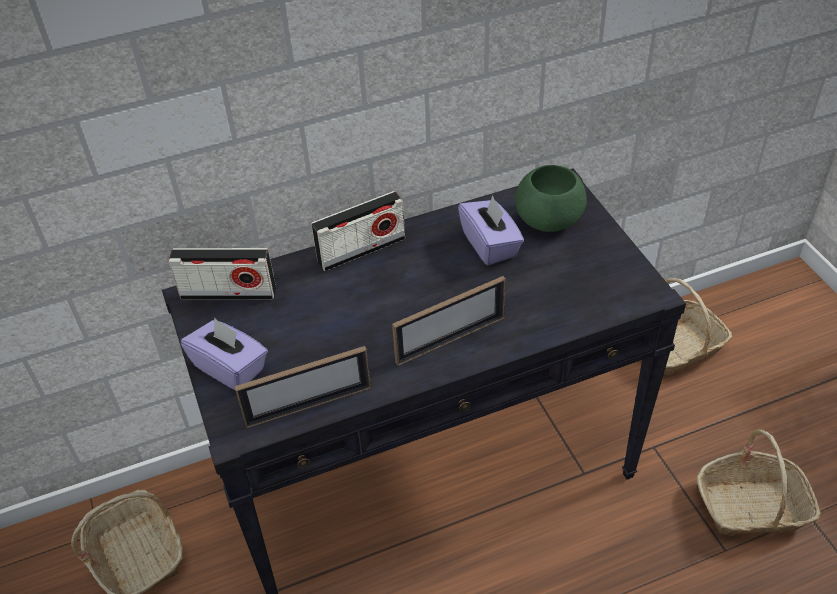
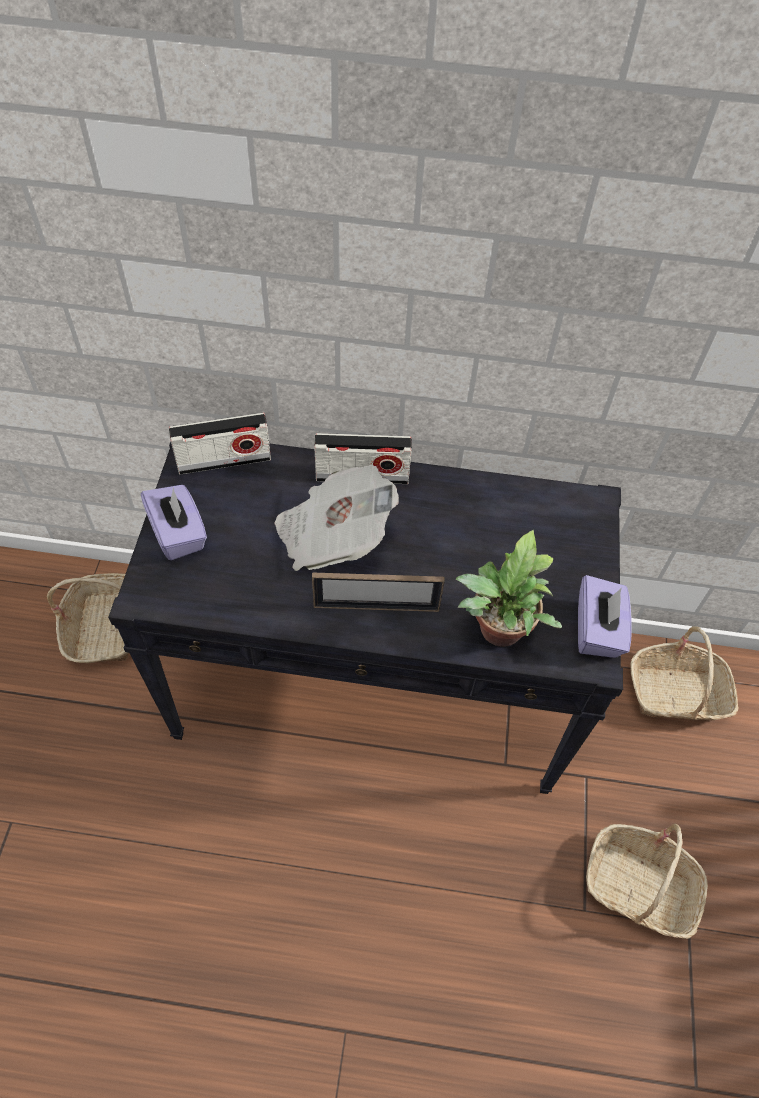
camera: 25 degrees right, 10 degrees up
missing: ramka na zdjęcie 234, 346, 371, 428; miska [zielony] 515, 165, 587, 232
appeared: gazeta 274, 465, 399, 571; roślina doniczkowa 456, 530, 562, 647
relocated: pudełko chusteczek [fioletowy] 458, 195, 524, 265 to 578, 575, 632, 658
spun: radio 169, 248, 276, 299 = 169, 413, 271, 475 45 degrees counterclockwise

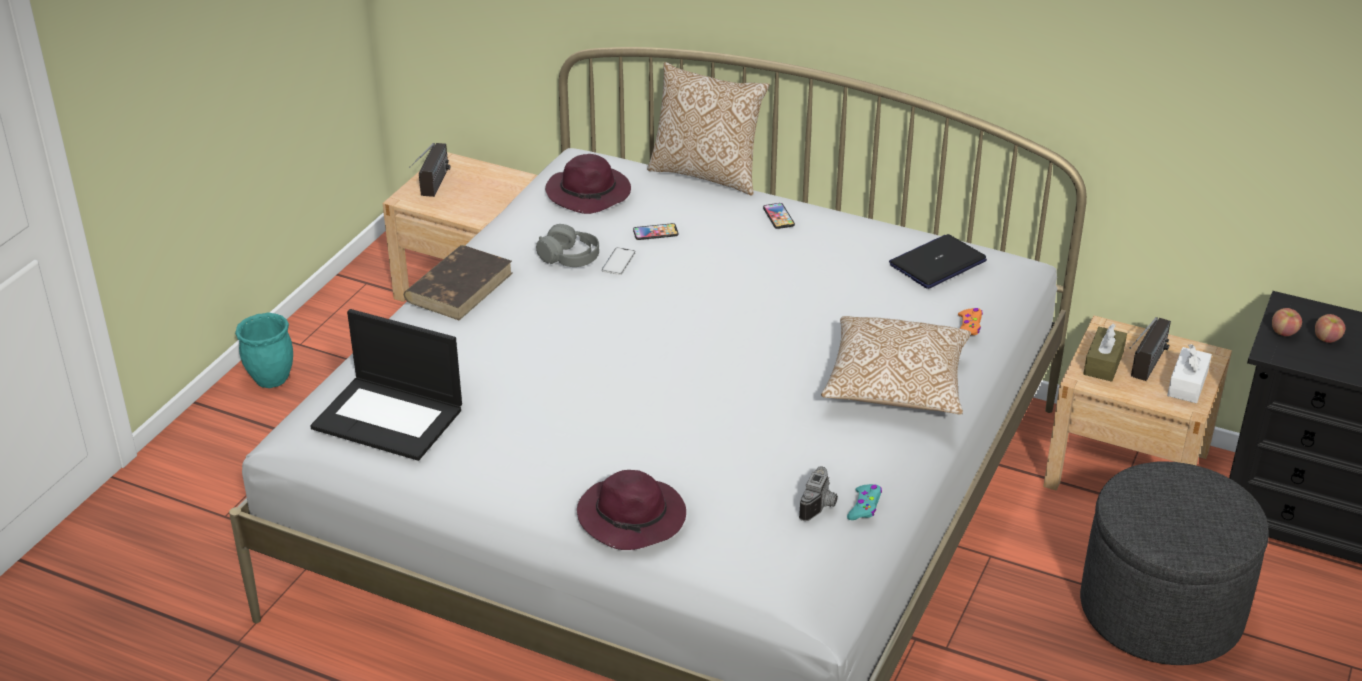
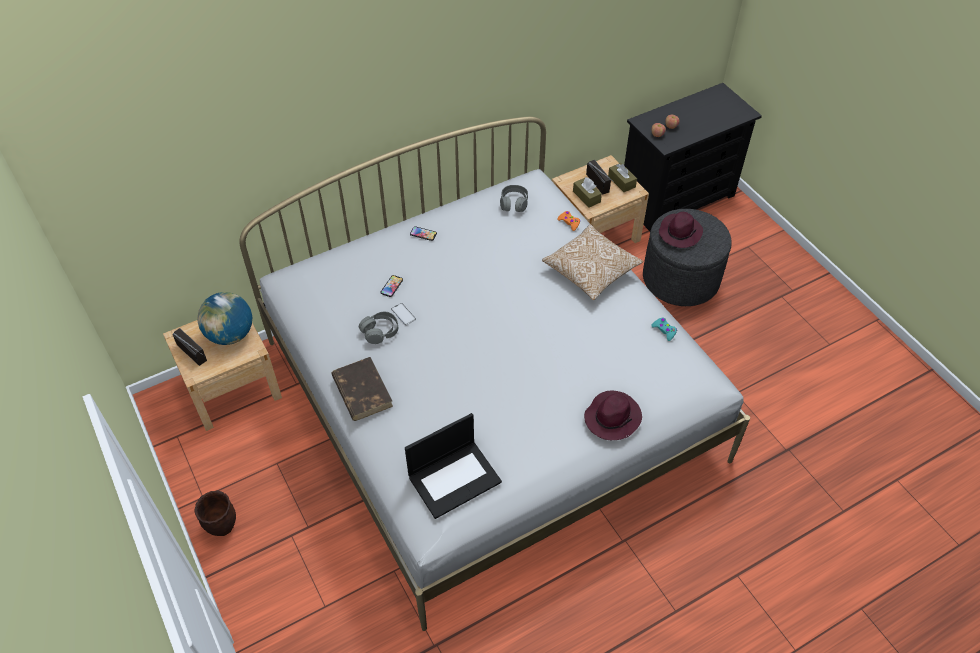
camera: 55 degrees left, 15 degrees up
missing: poduszka 647, 62, 770, 196; aparat fotograficzny 799, 467, 838, 521
appeared: globus 197, 292, 252, 345
relocated: kapelusz [fioletowy] 545, 154, 631, 214 to 659, 212, 703, 248
exchanged: laptop 889, 234, 987, 289 to słuchawki [szary] 500, 185, 528, 212
colour: donica [turkusowy] 235, 312, 293, 388 to donica [brązowy] 194, 490, 236, 536; pudełko chusteczek [biały] 1167, 344, 1212, 403 to pudełko chusteczek [brązowy] 608, 163, 637, 192

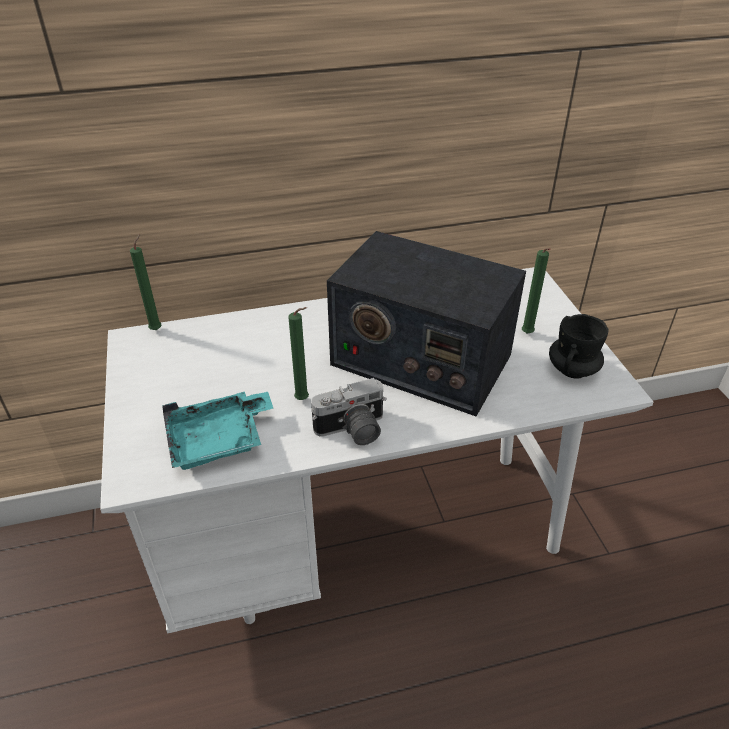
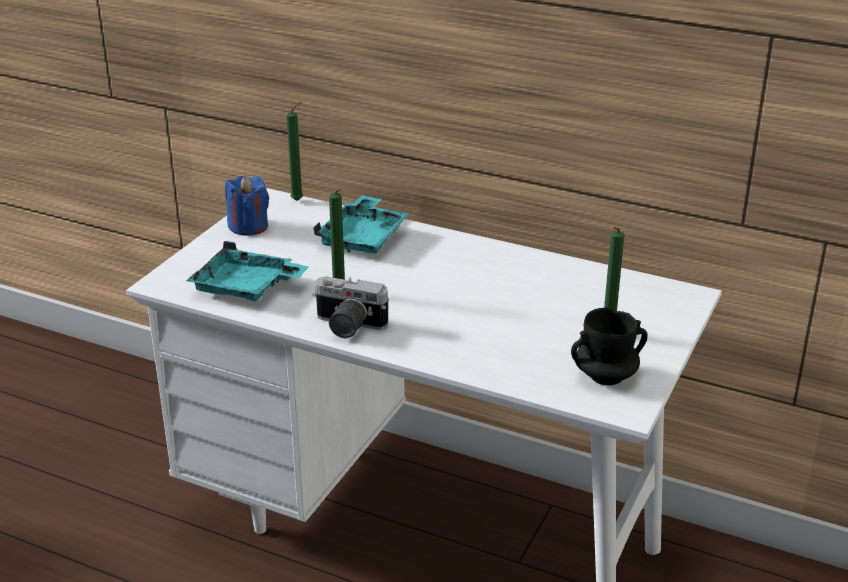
camera: 40 degrees right, 10 degrees down
missing: radio 327, 231, 526, 416
appeared: świeca [niebieski] 225, 176, 269, 236; taca [turkusowy] 313, 195, 409, 253

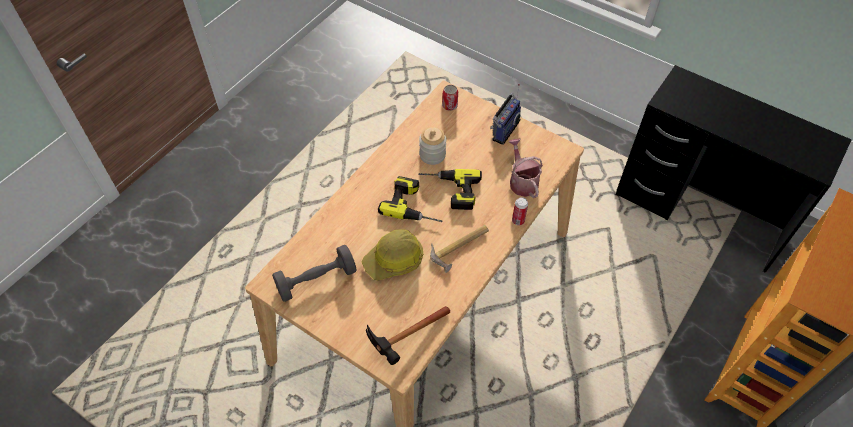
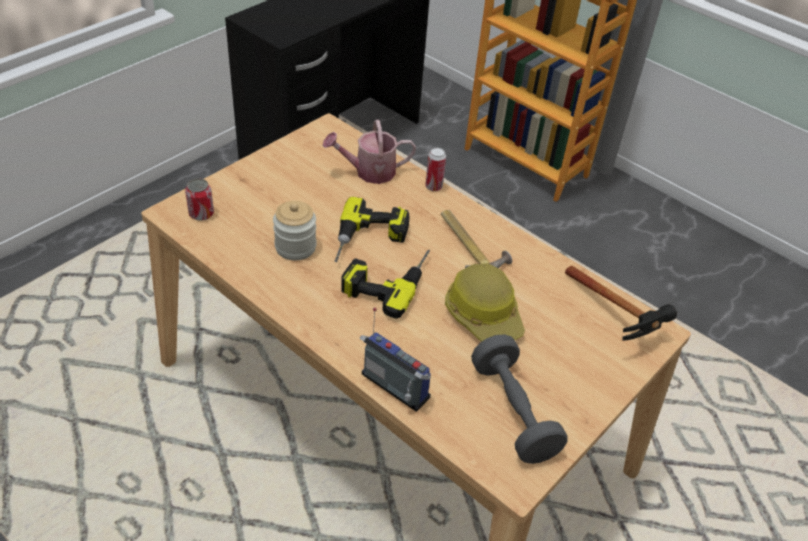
camera: 85 degrees left, 10 degrees down
relocated: radio 490, 84, 521, 145 to 360, 308, 431, 412

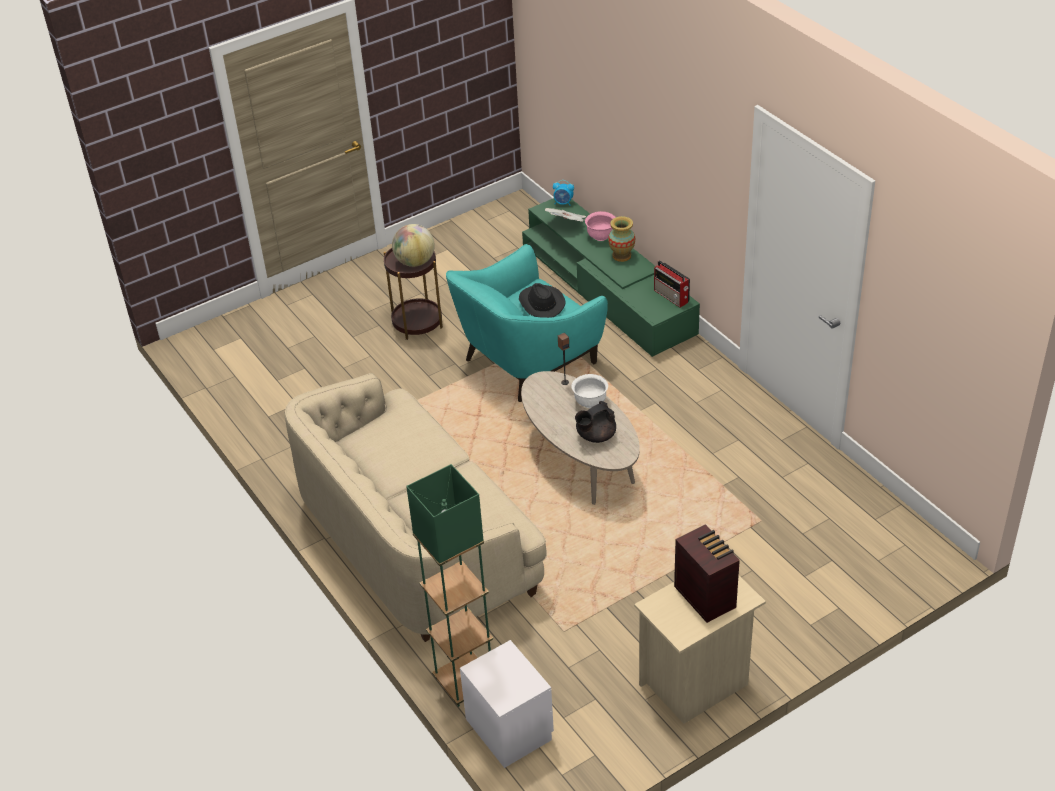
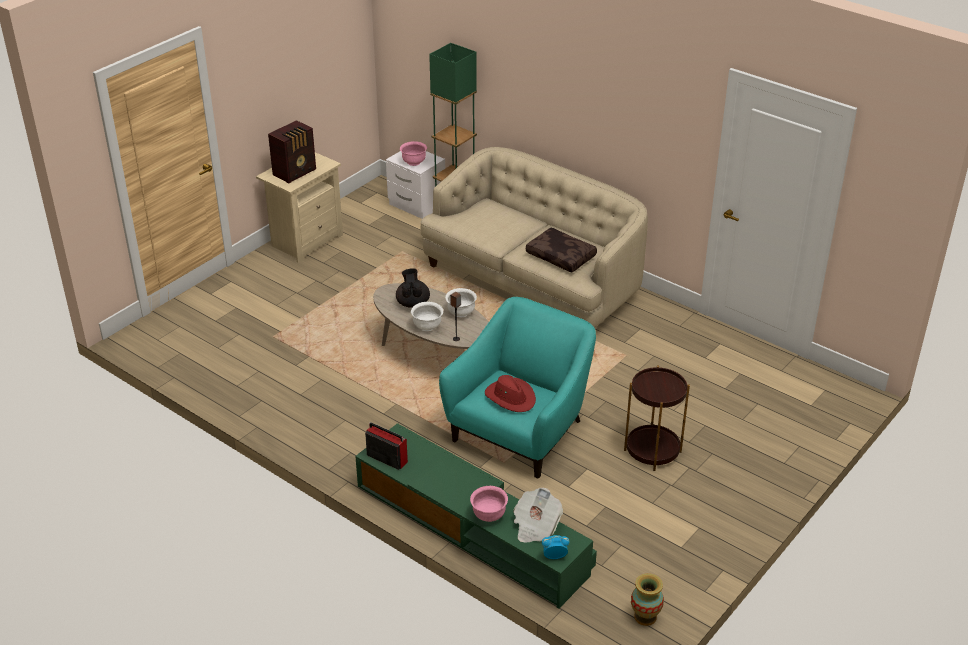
camera: 160 degrees right, 5 degrees down
missing: globus 392, 224, 435, 267
appeared: miska [różowy] 400, 141, 427, 166; miska [biały] 445, 288, 477, 317; poduszka [brązowy] 526, 228, 597, 273
relocated: wazon 608, 216, 635, 262 to 631, 573, 664, 626
colour: kapelusz [czarny] 519, 283, 566, 318 to kapelusz [czerwony] 485, 375, 536, 412
spun: radio 674, 524, 740, 623 = 268, 120, 316, 183 90 degrees counterclockwise; imbryk [czarny] 575, 401, 616, 443 = 396, 268, 430, 308 45 degrees counterclockwise

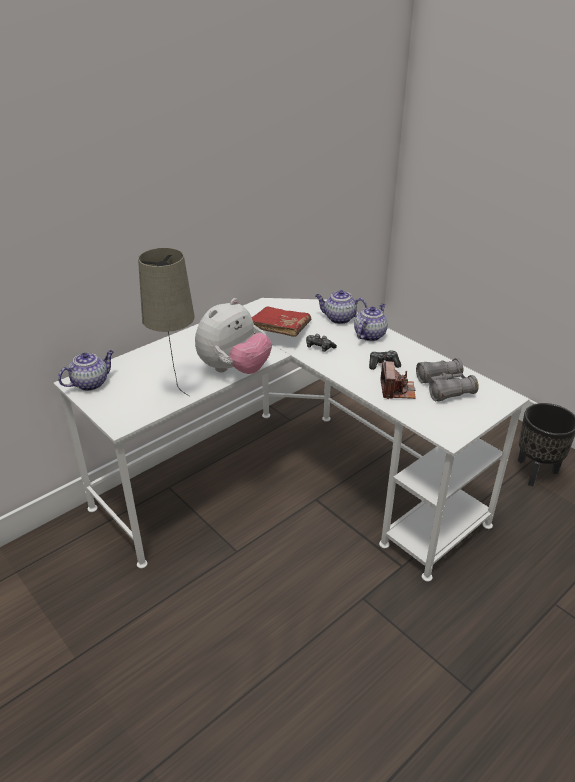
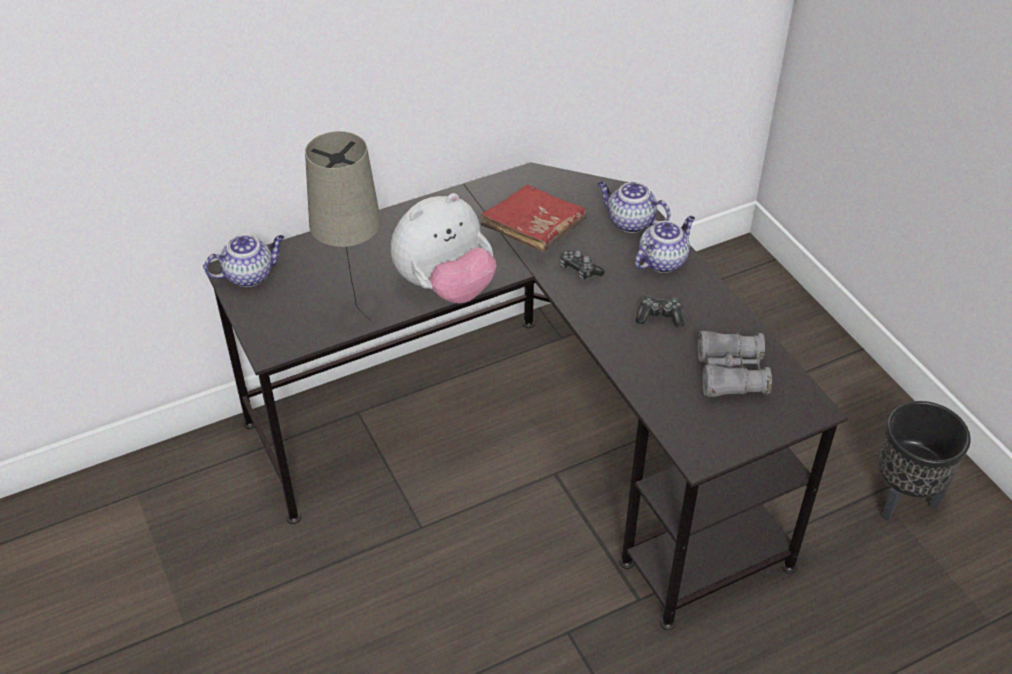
camera: 15 degrees right, 10 degrees up
missing: aparat fotograficzny 380, 361, 416, 399
colour: biurko [biały] 53, 298, 530, 582 to biurko [czarny] 203, 162, 848, 630

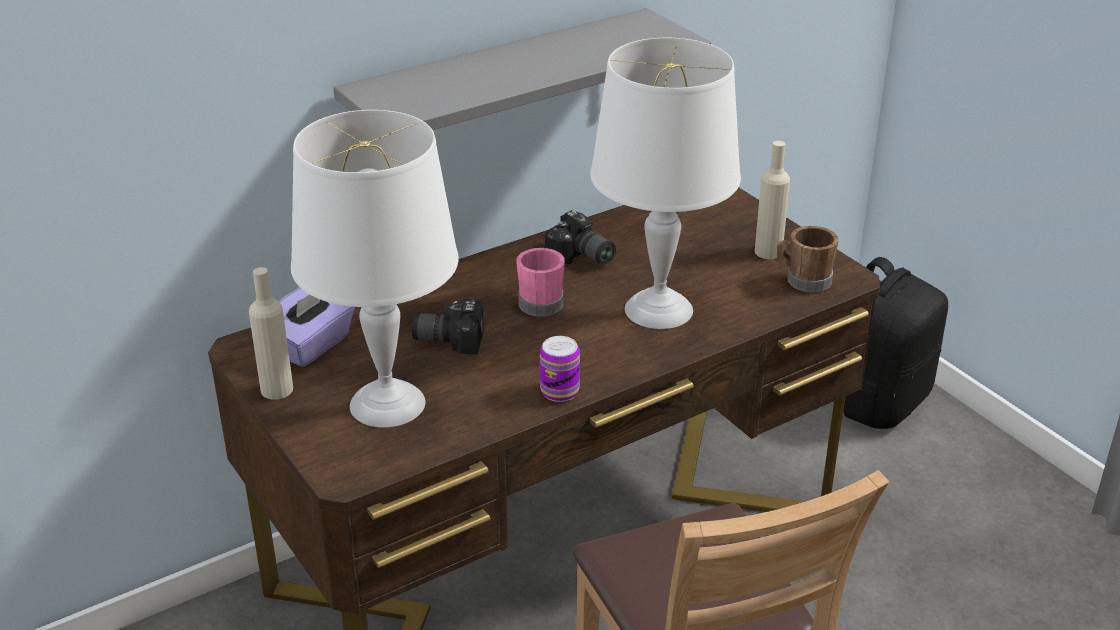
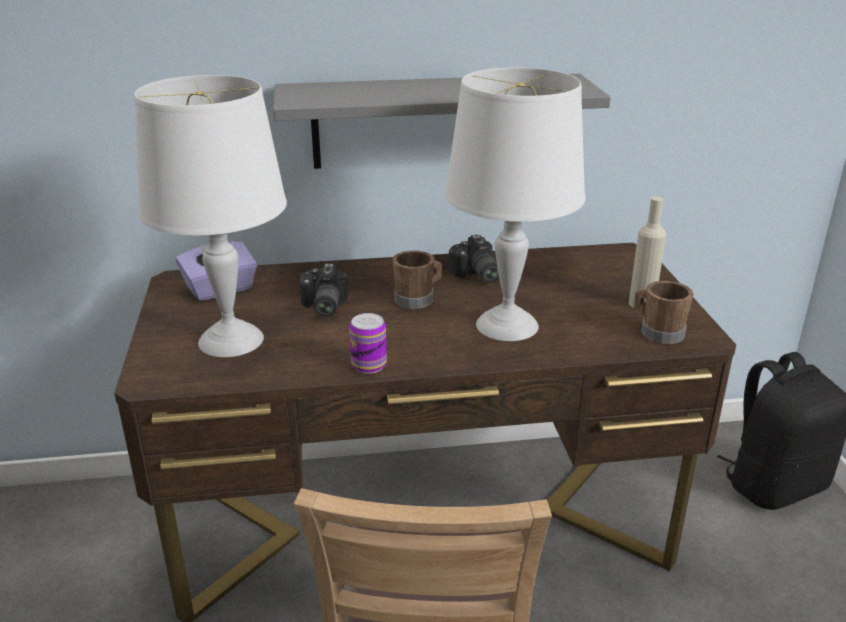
camera: 25 degrees right, 5 degrees down
missing: butelka [beżowy] 249, 267, 293, 400
colour: kubek [różowy] 517, 248, 565, 316 to kubek [brązowy] 392, 251, 442, 309
spun: aparat fotograficzny 412, 298, 484, 355 = 299, 264, 349, 318 120 degrees counterclockwise

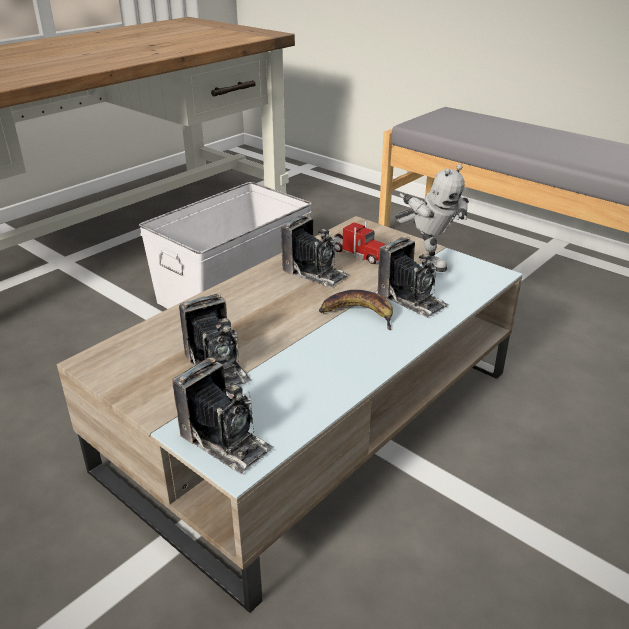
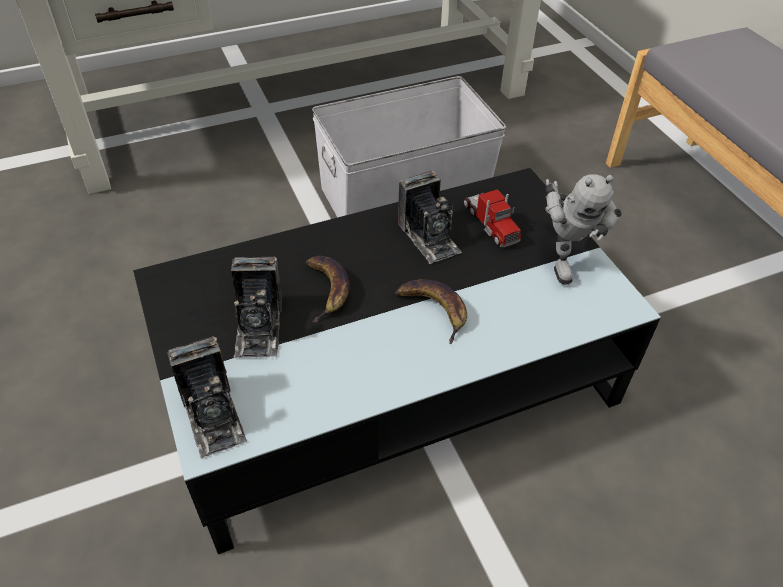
camera: 25 degrees right, 15 degrees up
missing: aparat fotograficzny 378, 237, 449, 318
appeared: banan 305, 256, 349, 322
colour: ława [beżowy] 57, 216, 523, 613 to ława [czarny] 133, 168, 661, 554

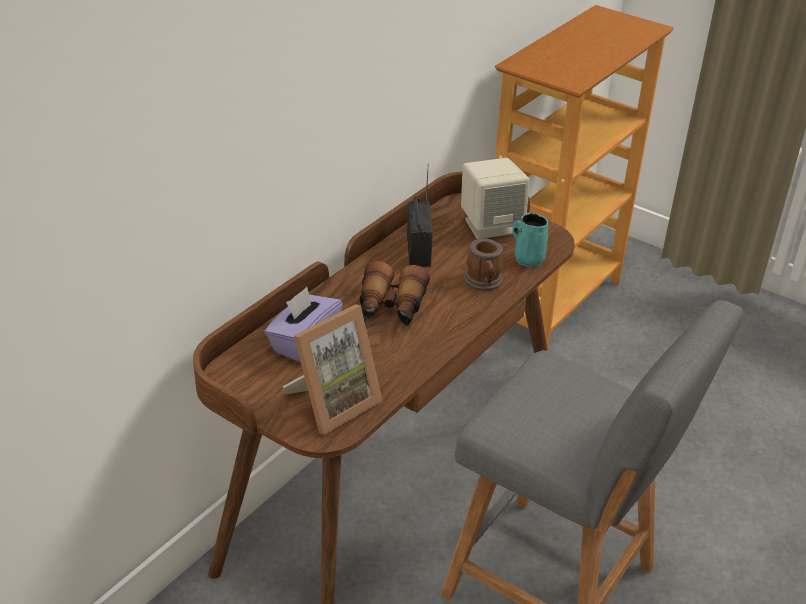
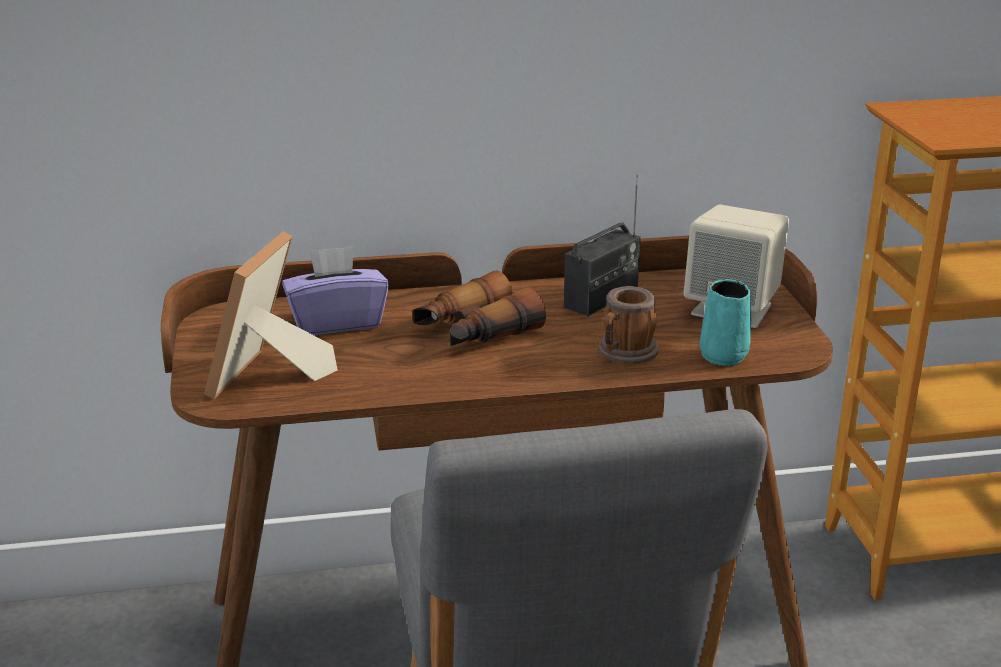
camera: 45 degrees right, 10 degrees down
spun: ramka na zdjęcie 283, 304, 382, 435 = 204, 231, 338, 399 105 degrees clockwise

